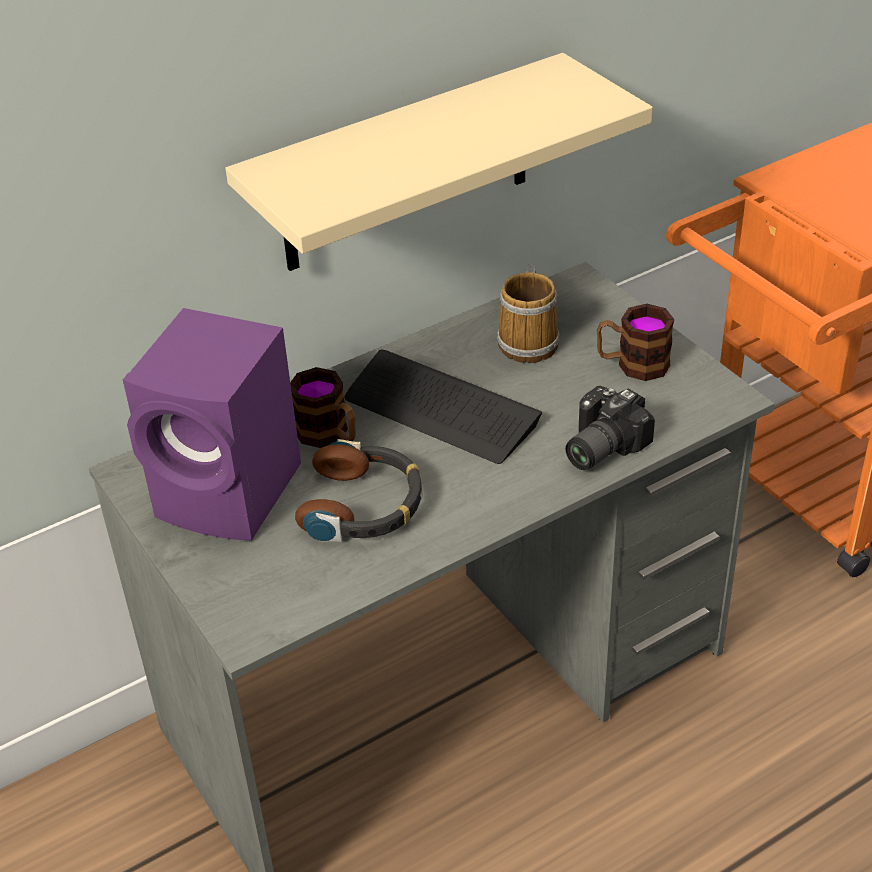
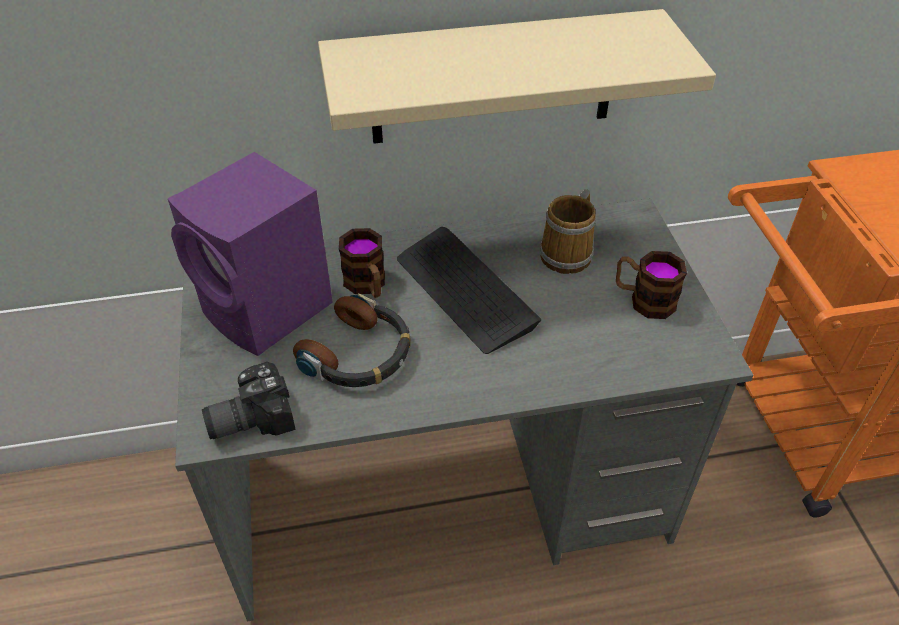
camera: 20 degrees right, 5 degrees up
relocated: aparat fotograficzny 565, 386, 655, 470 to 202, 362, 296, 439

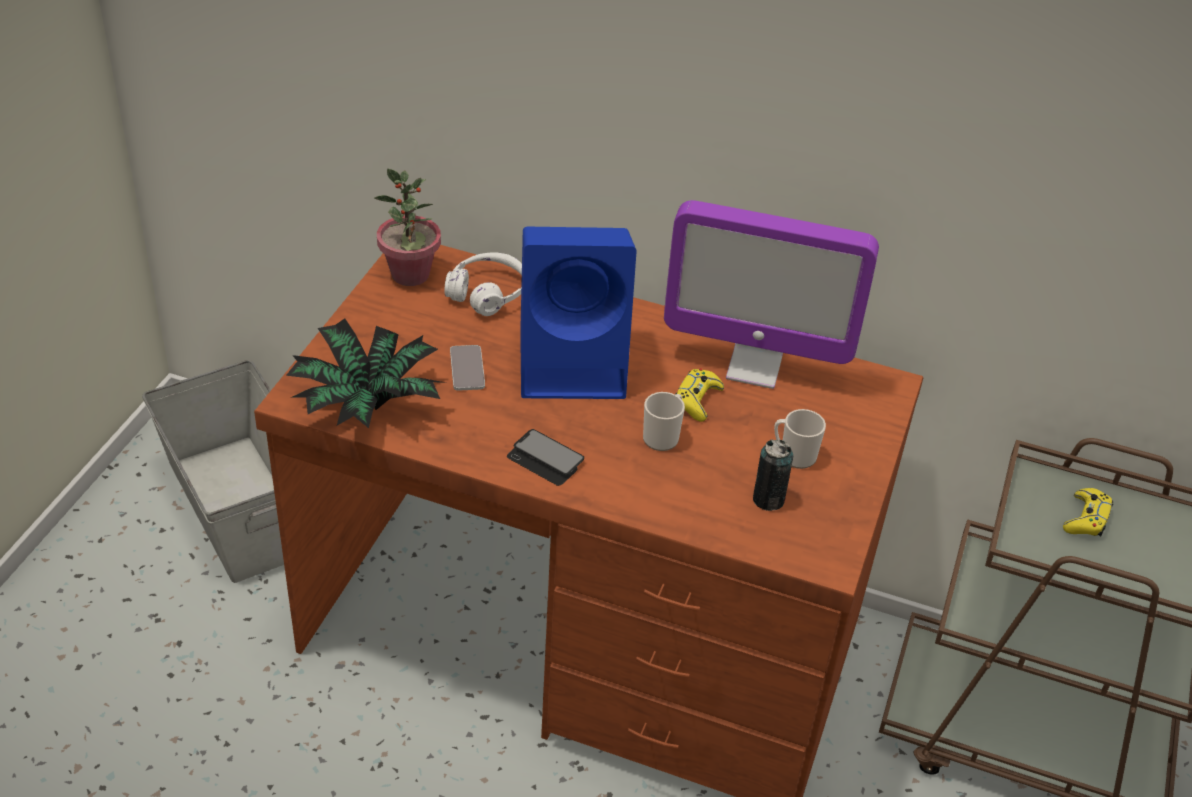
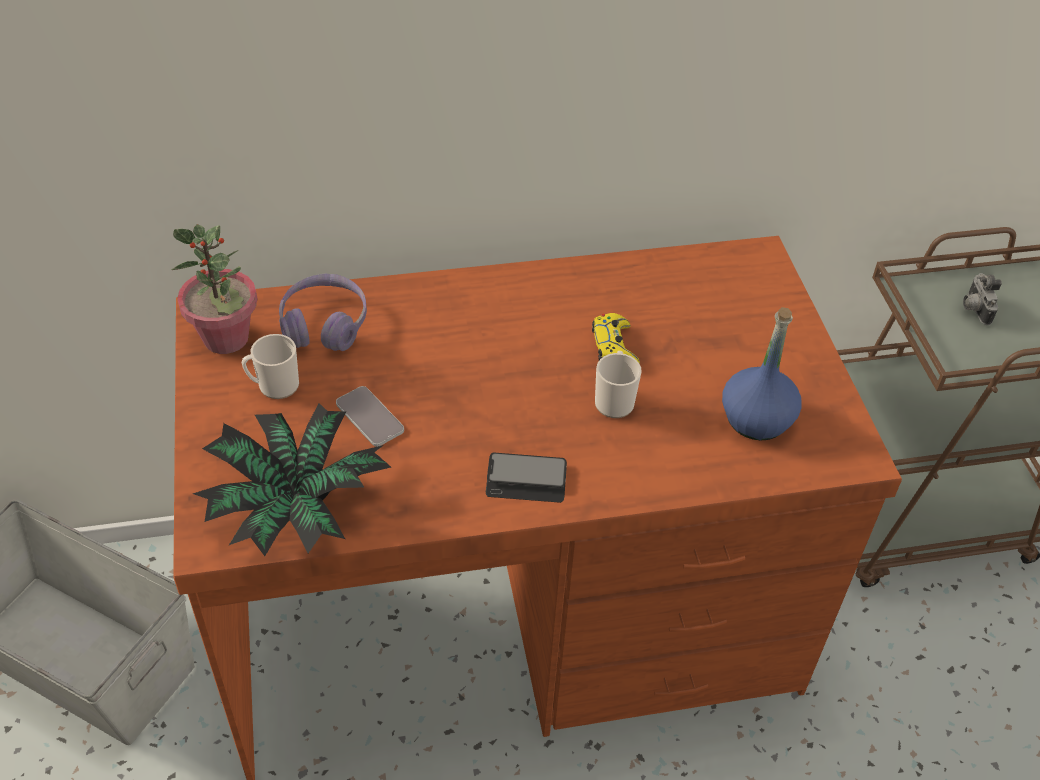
camera: 30 degrees left, 5 degrees up
missing: głośnik [niebieski] 520, 227, 637, 399; monitor 664, 200, 879, 389
relocated: kubek 774, 409, 826, 469 to 242, 334, 299, 399
exchanged: puszka 753, 439, 793, 511 to butelka [niebieski] 722, 307, 802, 440; pad do gier [żółty] 1063, 488, 1113, 536 to aparat fotograficzny 963, 273, 1002, 325
colour: słuchawki [biały] 444, 252, 522, 316 to słuchawki [fioletowy] 279, 274, 367, 351

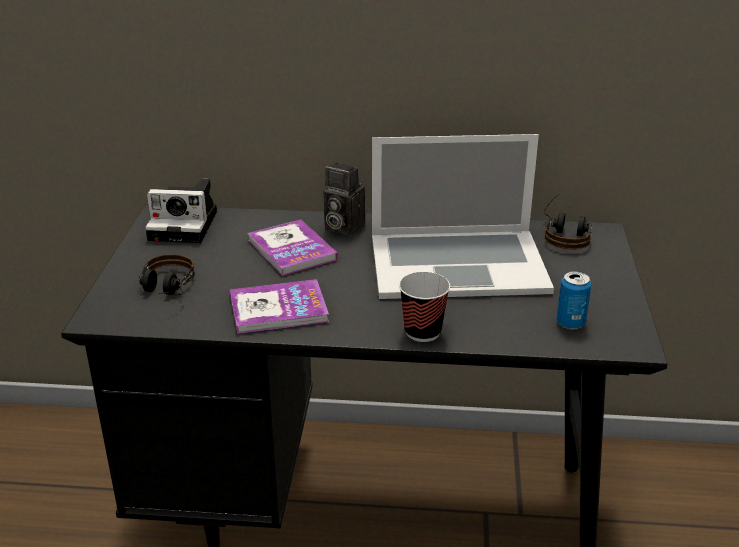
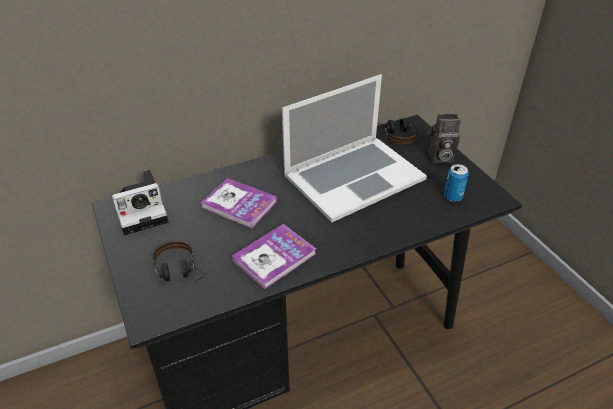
camera: 30 degrees left, 10 degrees up
missing: filiżanka 399, 272, 450, 342
relocated: aparat fotograficzny 323, 163, 365, 237 to 428, 114, 461, 163

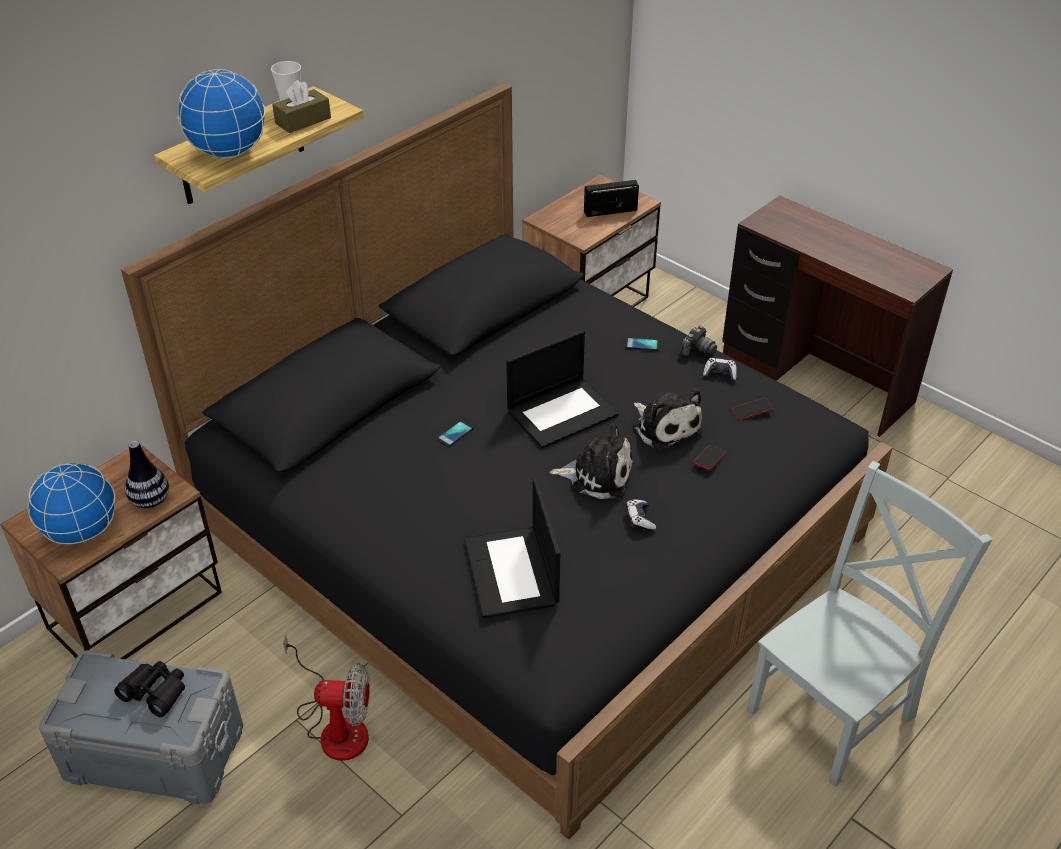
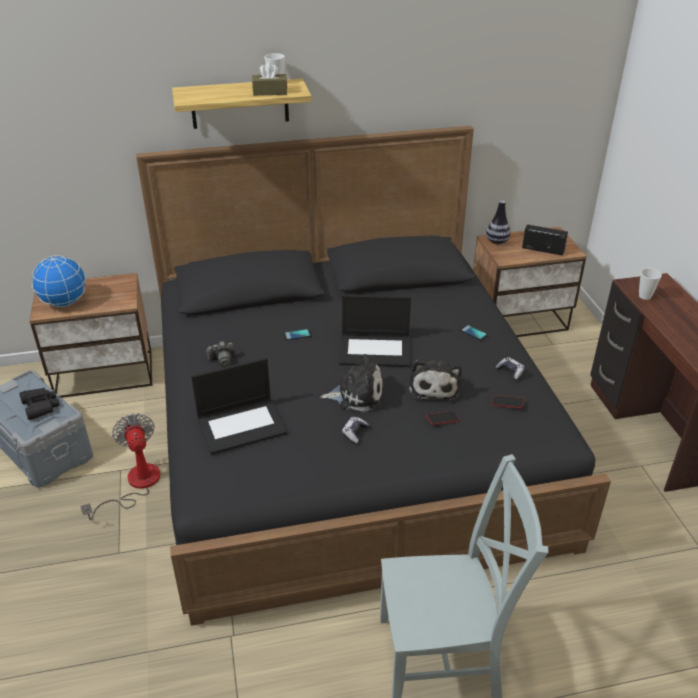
camera: 35 degrees right, 5 degrees down
missing: globus 178, 69, 266, 158
appeared: filiżanka 639, 268, 662, 300
relocated: aparat fotograficzny 680, 326, 717, 356 to 206, 341, 236, 368; wazon 125, 441, 169, 508 to 486, 200, 511, 244
spun: wentylator 283, 634, 370, 761 = 81, 413, 161, 520 150 degrees counterclockwise; laptop 464, 478, 561, 618 = 191, 357, 288, 455 135 degrees counterclockwise; pluszak 550, 424, 633, 499 = 321, 354, 383, 412 45 degrees counterclockwise

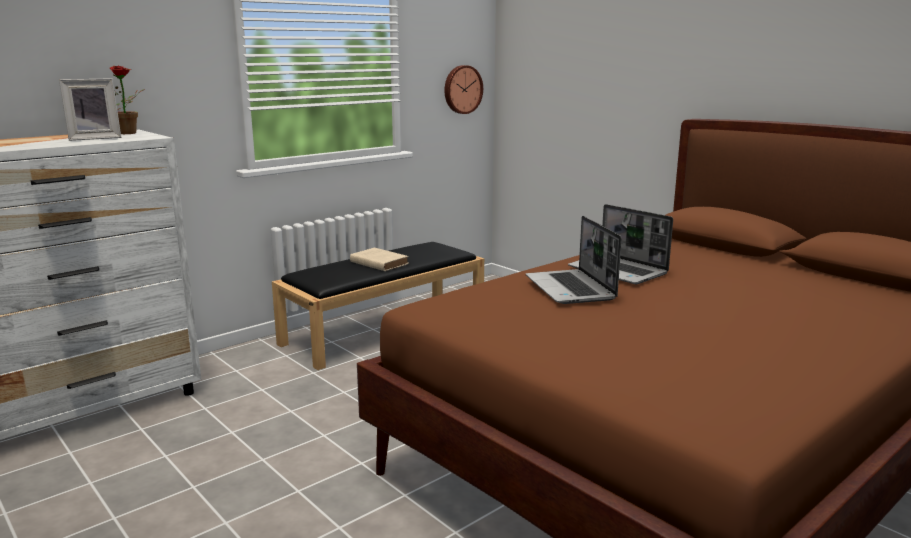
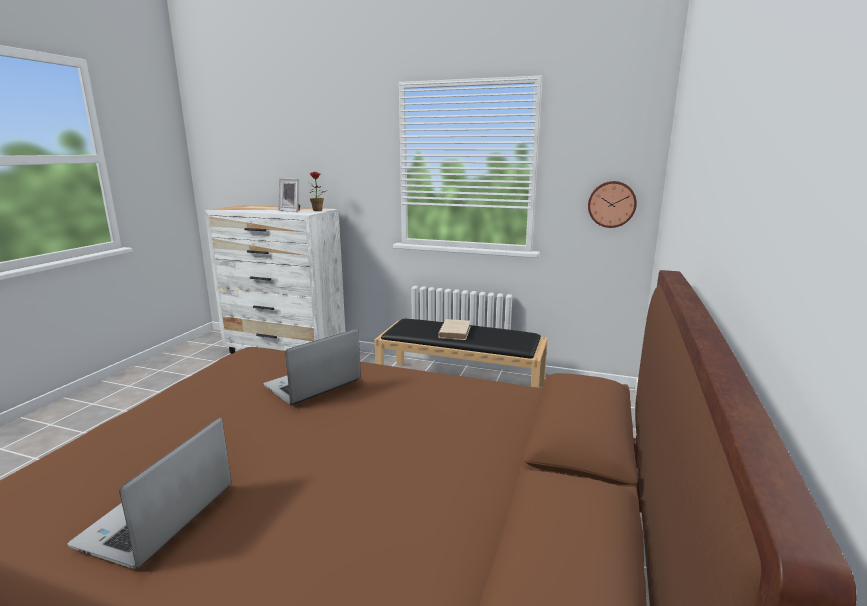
camera: 60 degrees right, 0 degrees up
relocated: laptop 568, 204, 673, 284 to 68, 418, 231, 569

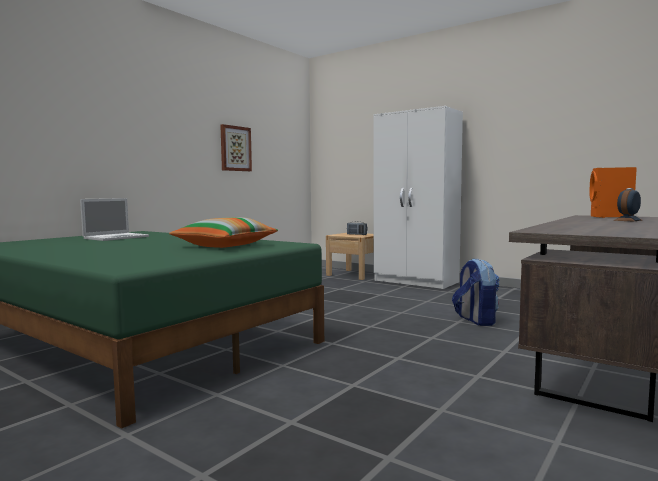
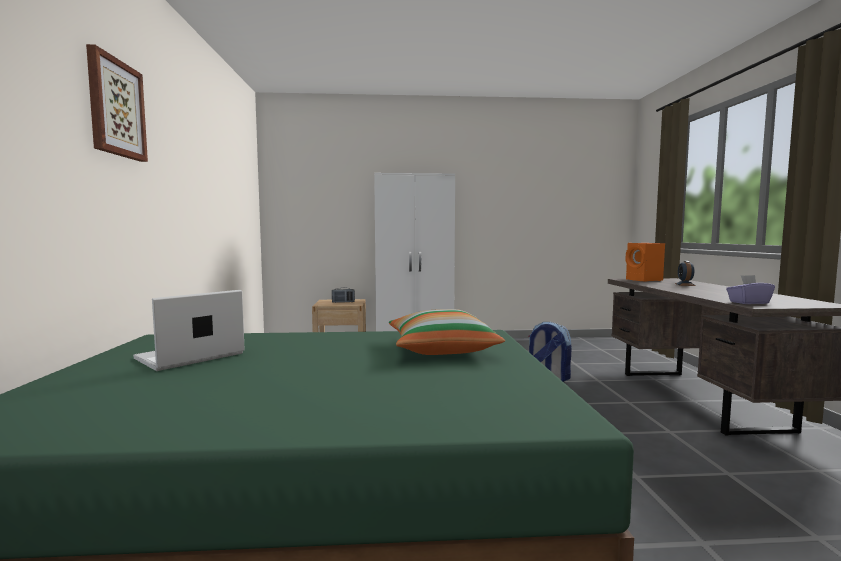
camera: 40 degrees left, 0 degrees up
appeared: pudełko chusteczek [fioletowy] 726, 275, 775, 304
relocated: obraz 220, 124, 252, 171 to 86, 44, 148, 162
spun: laptop 80, 198, 149, 241 = 133, 290, 245, 371 135 degrees counterclockwise

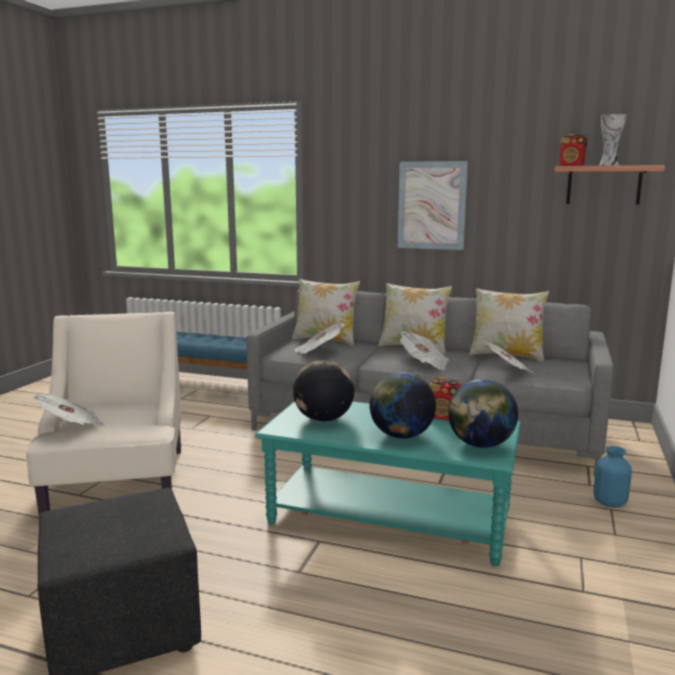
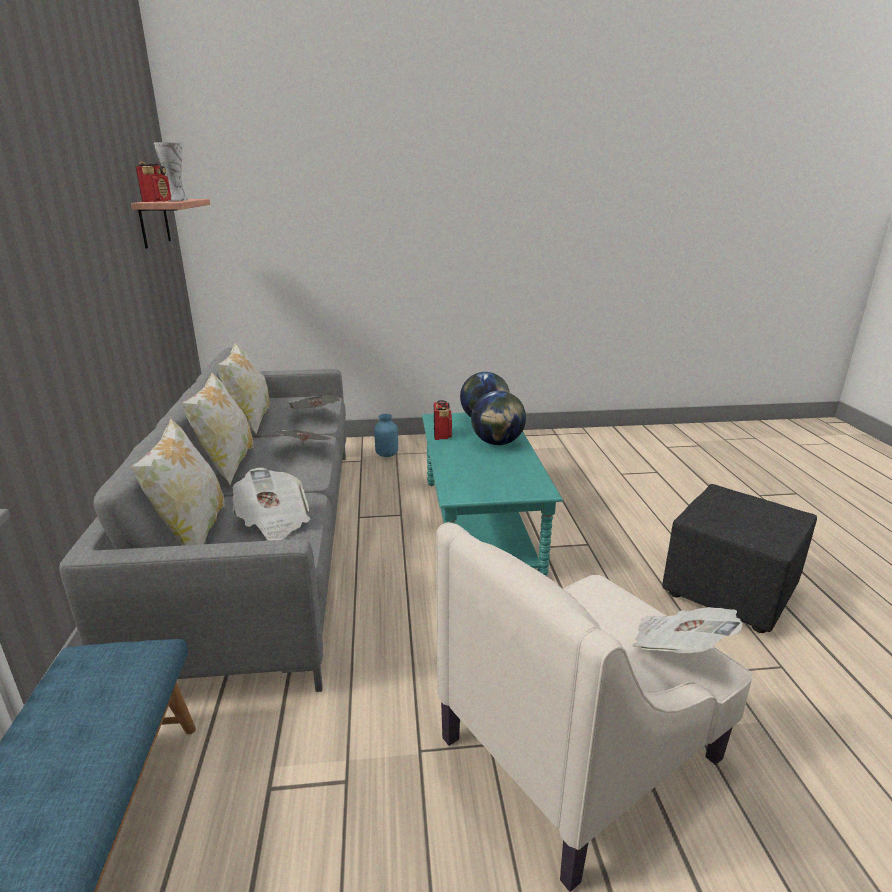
camera: 115 degrees left, 10 degrees up
missing: globus 293, 360, 355, 422; obraz 398, 161, 468, 250

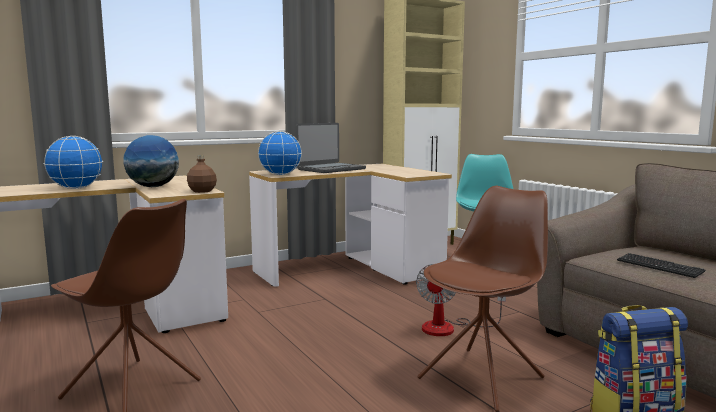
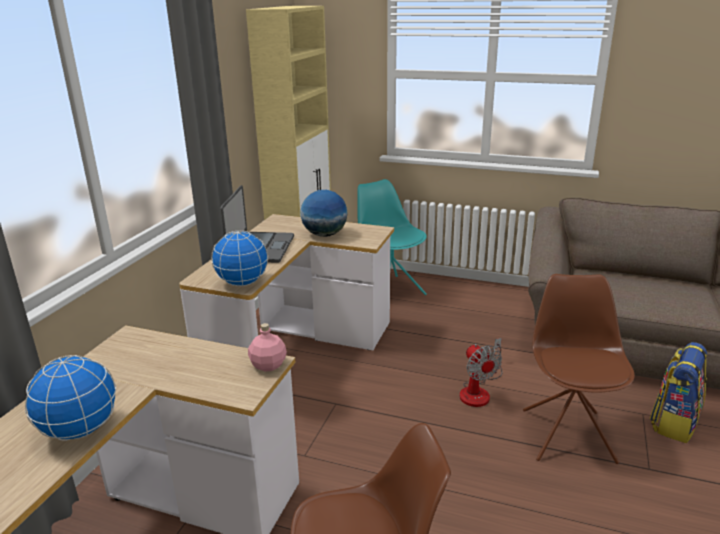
camera: 40 degrees left, 15 degrees up
missing: klawiatura 617, 253, 706, 278
relocated: globus 123, 135, 179, 187 to 300, 190, 348, 237
colour: butelka [brązowy] 187, 155, 217, 193 to butelka [różowy] 248, 323, 287, 372

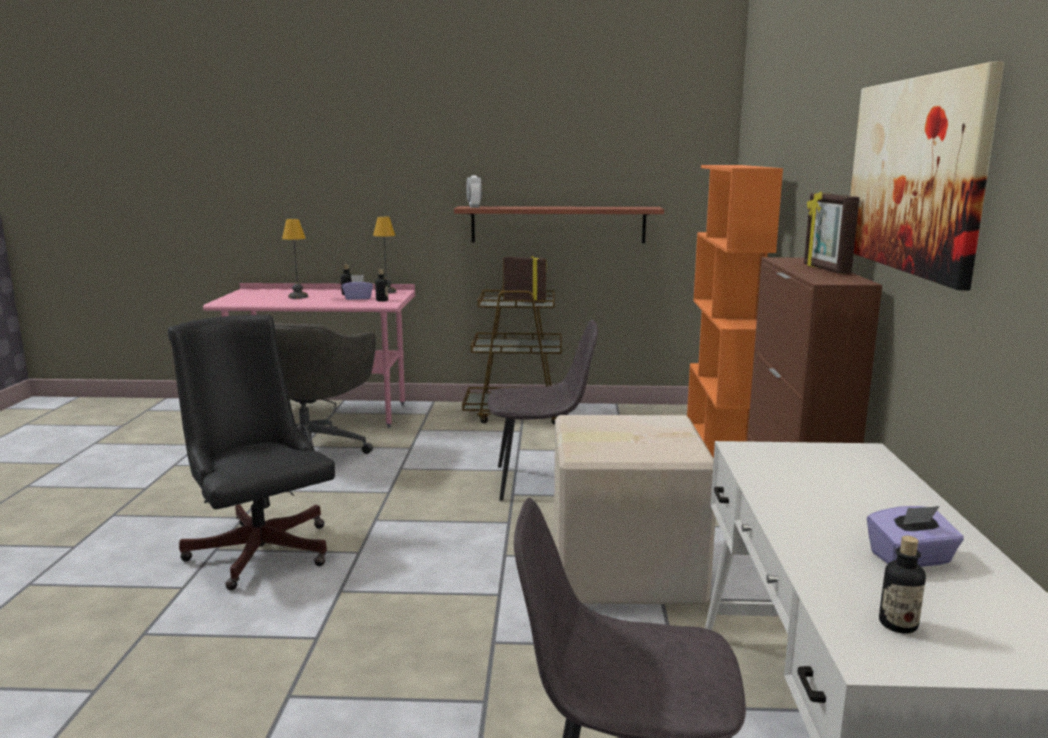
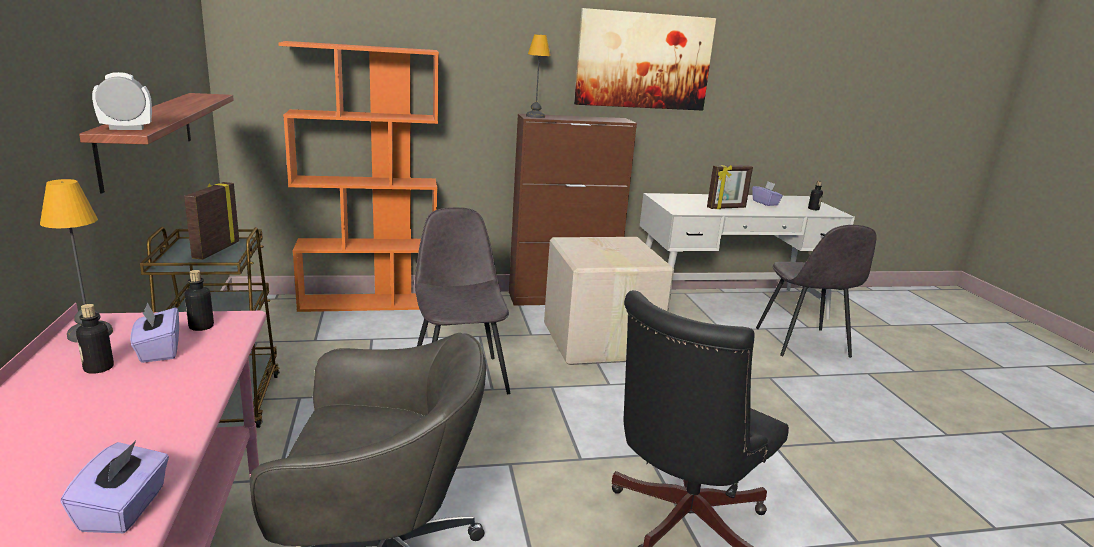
camera: 105 degrees left, 5 degrees up
appeared: pudełko chusteczek [fioletowy] 61, 441, 169, 533
relocated: lampa stołowa 282, 219, 308, 299 to 526, 34, 551, 118; ramka na zdjęcie 804, 192, 860, 274 to 707, 165, 753, 209

